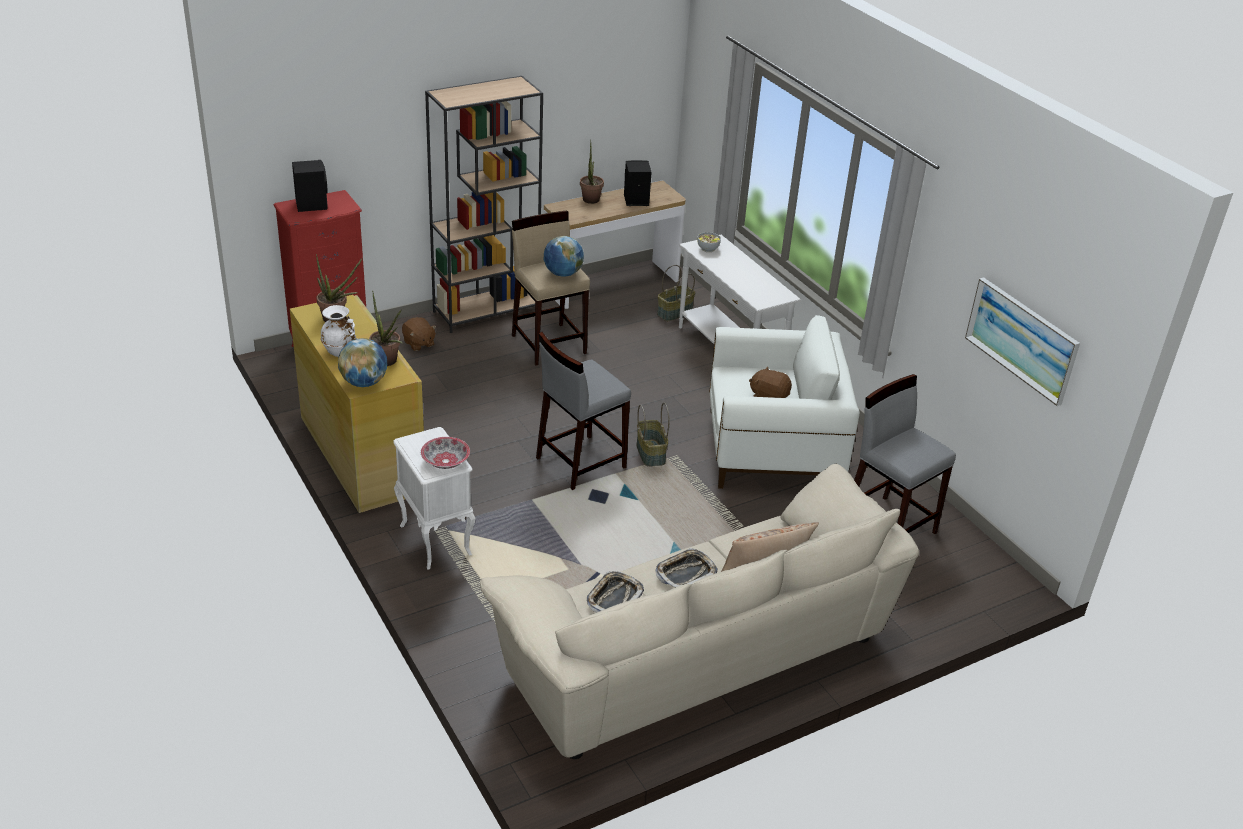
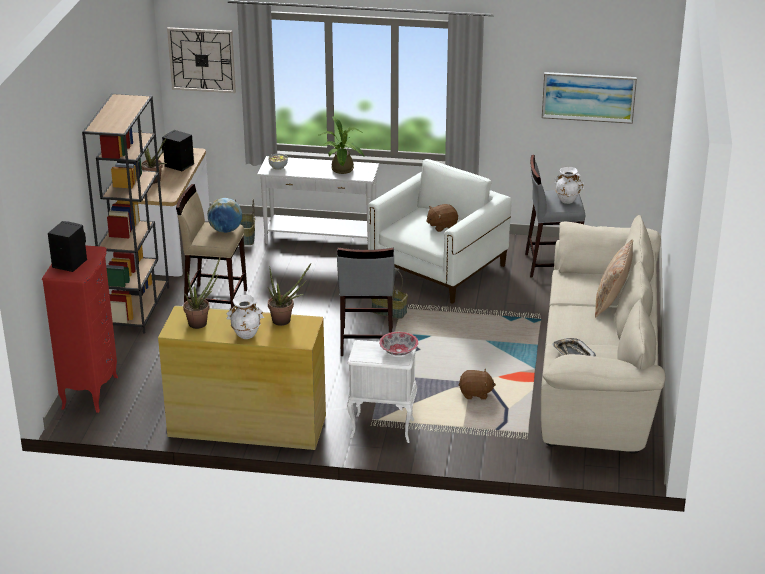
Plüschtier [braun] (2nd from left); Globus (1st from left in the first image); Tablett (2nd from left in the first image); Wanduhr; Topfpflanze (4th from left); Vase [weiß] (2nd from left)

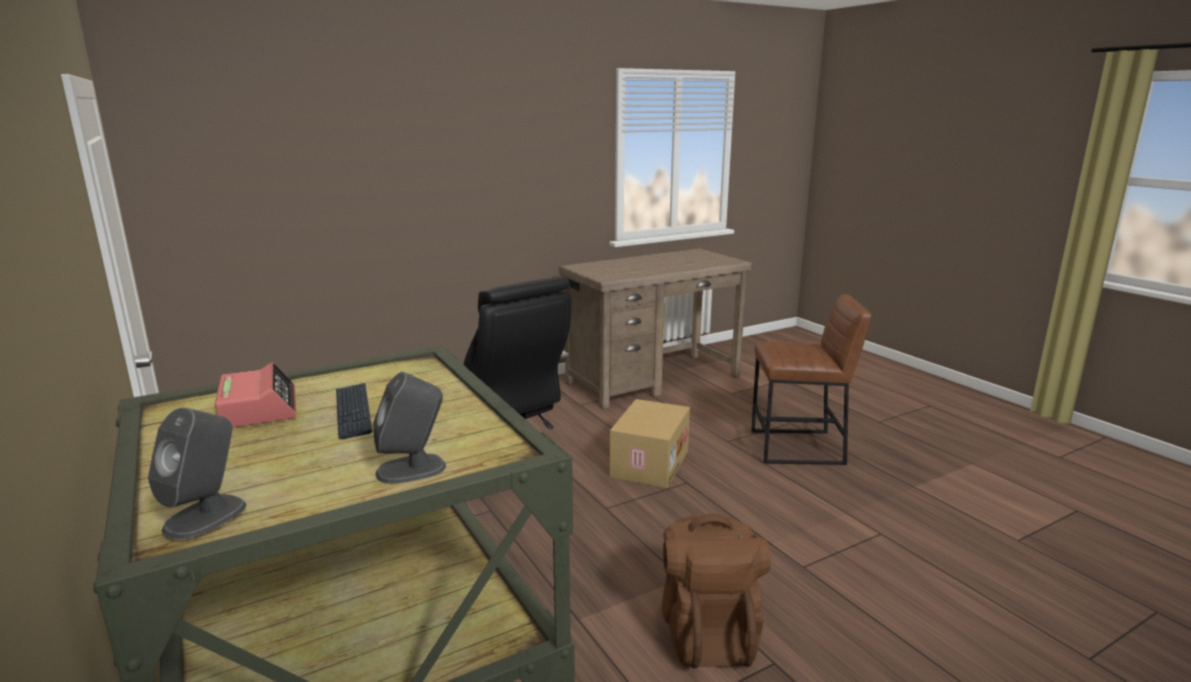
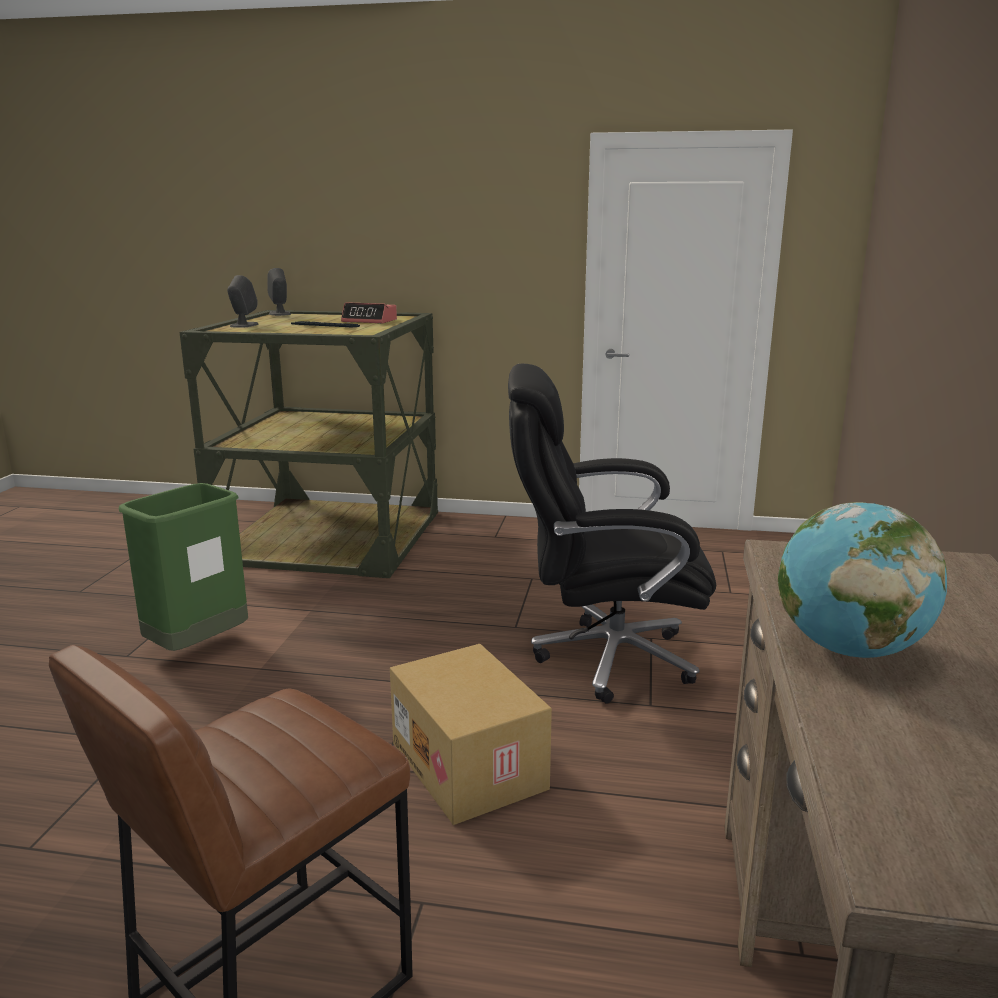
Mülleimer [grün]; Globus

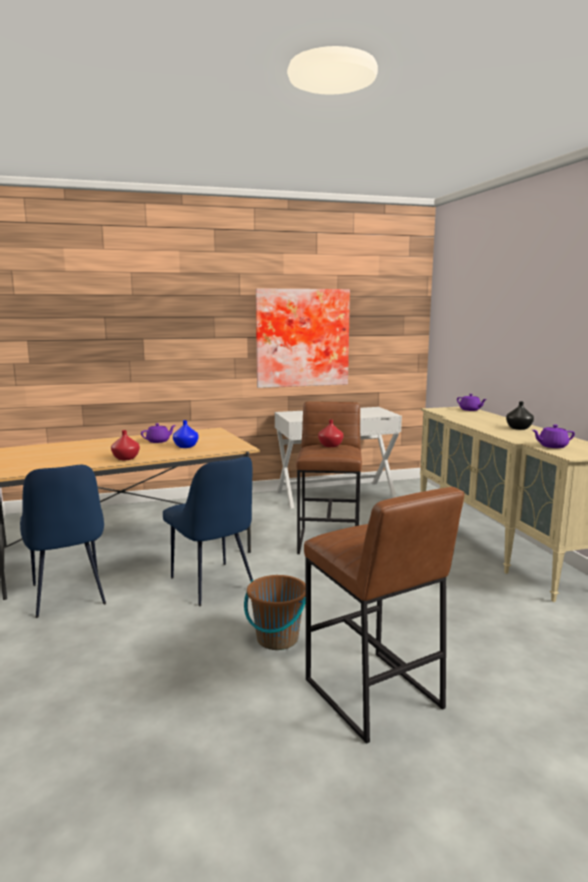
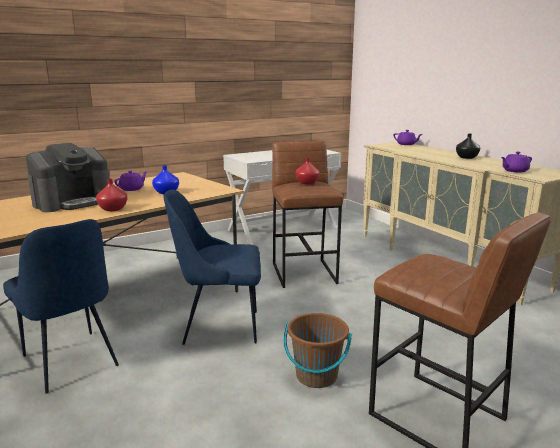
Bild; Stuhl [blau] (2nd from left); Kaffeemaschine

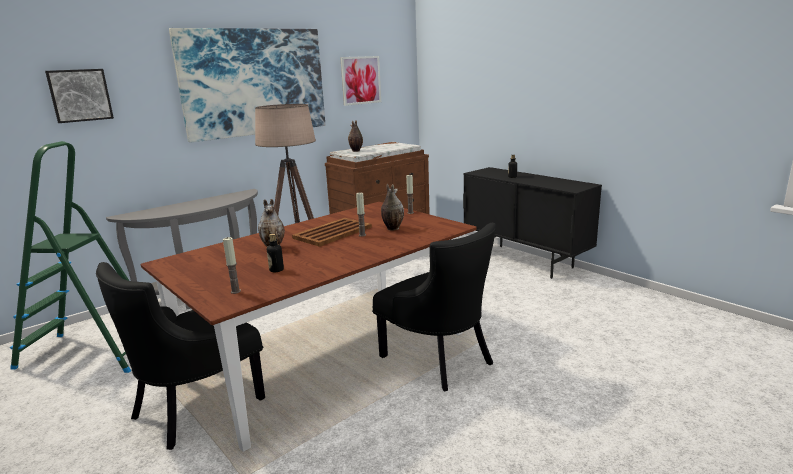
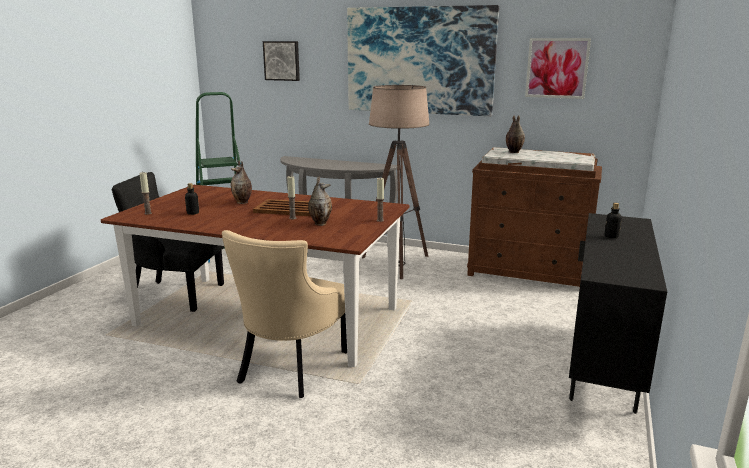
Stuhl [beige]

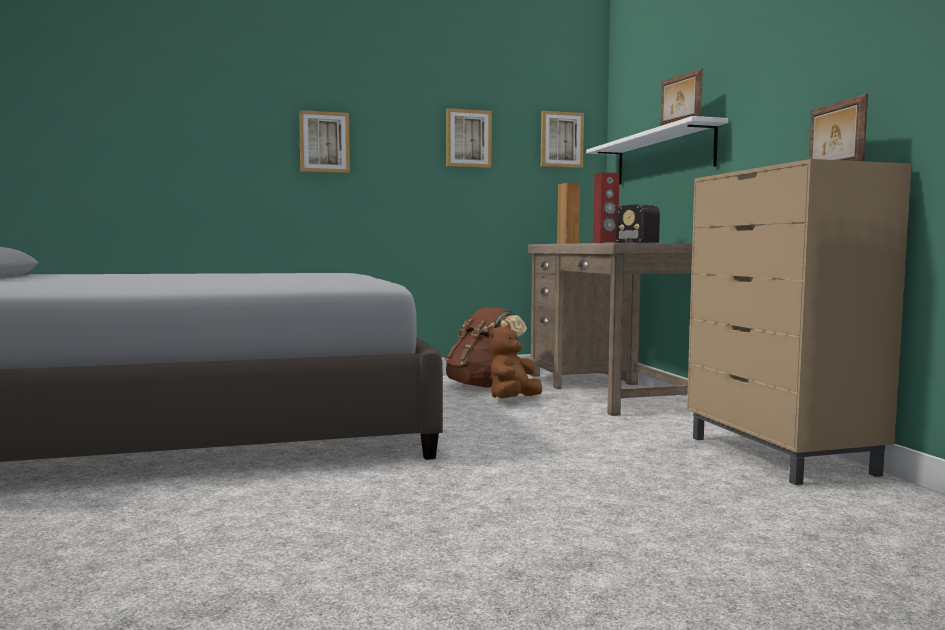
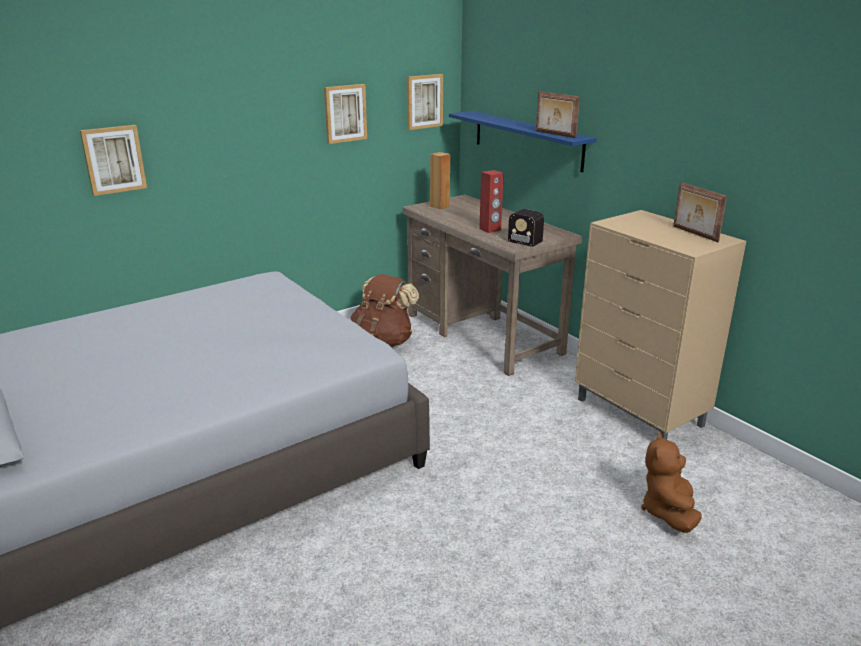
Bild (1st from left); Wandregal [blau]; Plüschtier [braun]

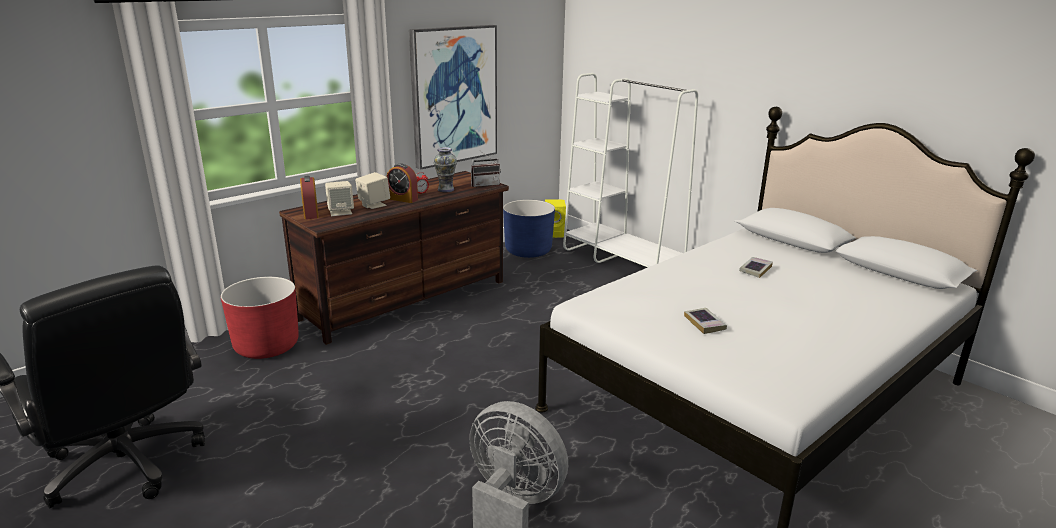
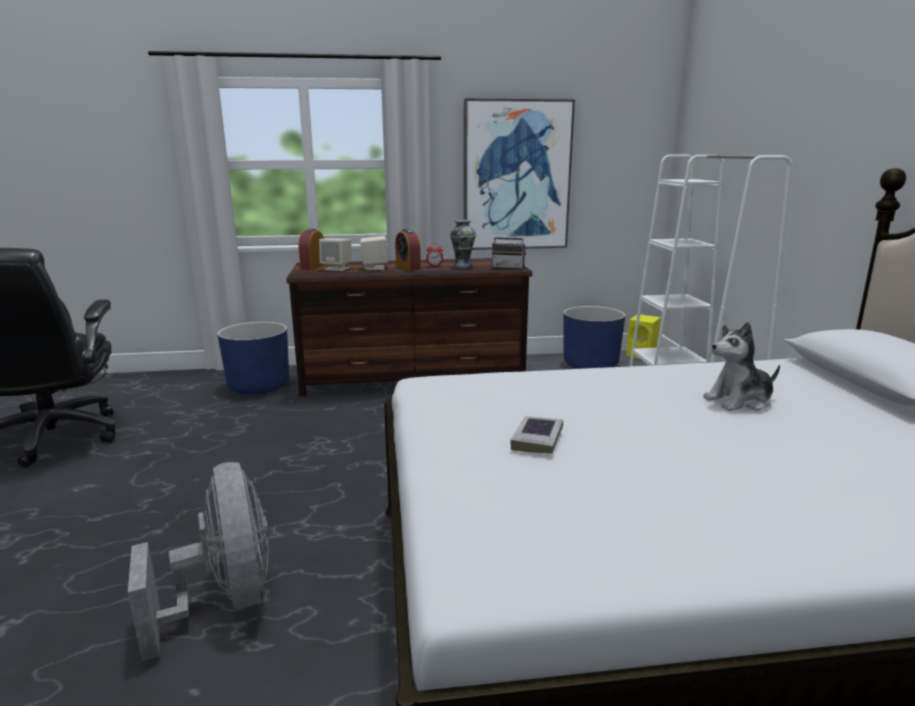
Plüschtier; Pflanzkübel [blau] (1st from left)

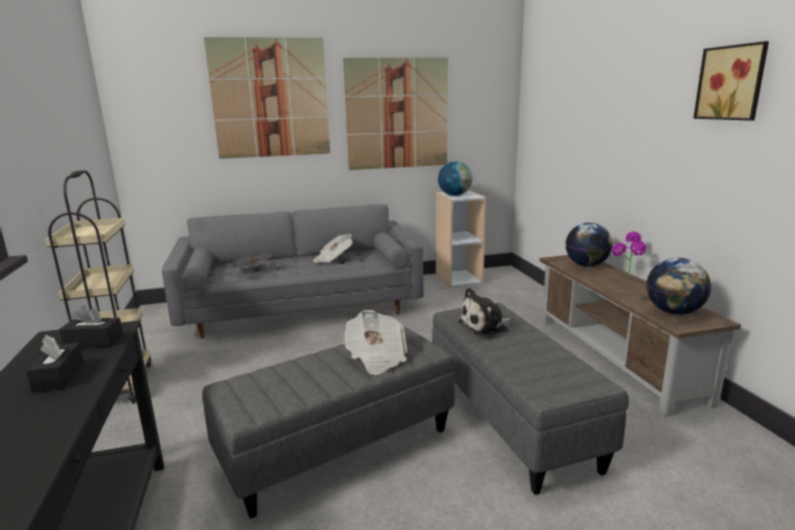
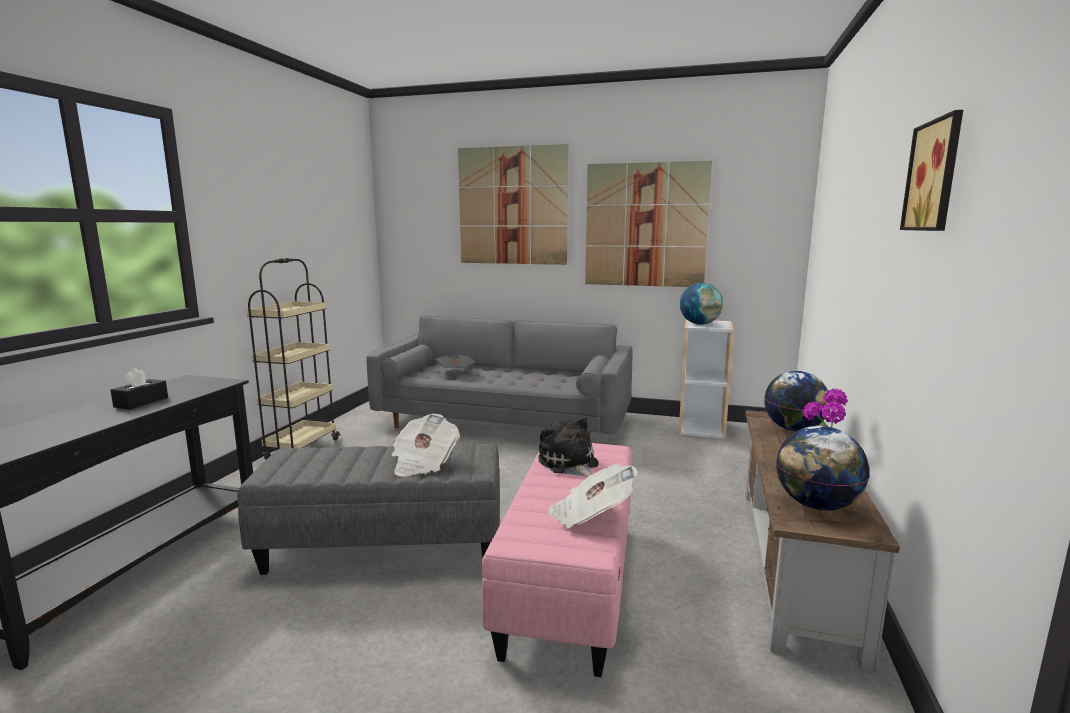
Zeitung (3rd from left); Plüschtier; Polsterhocker [rosa]; Taschentuchbox [schwarz] (2nd from left in the first image)

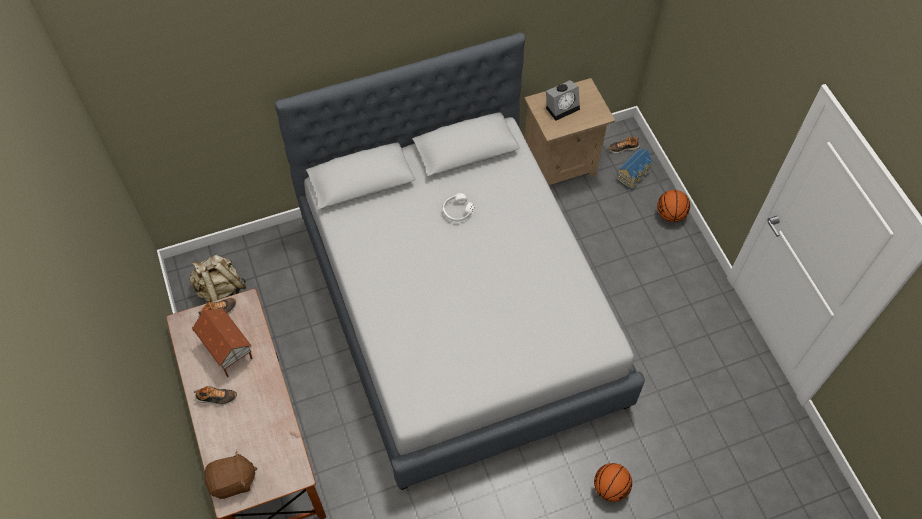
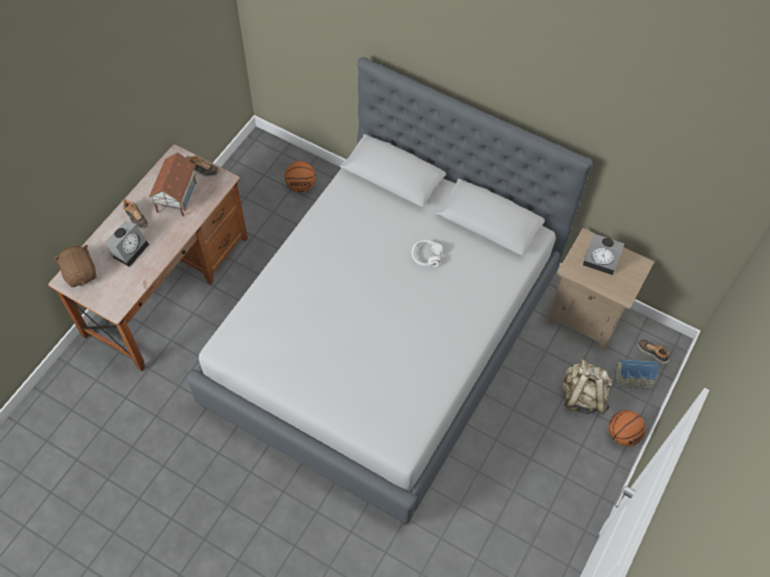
Rucksack [beige]; Plüschtier [braun]; Basketball (1st from left); Wecker (1st from left)

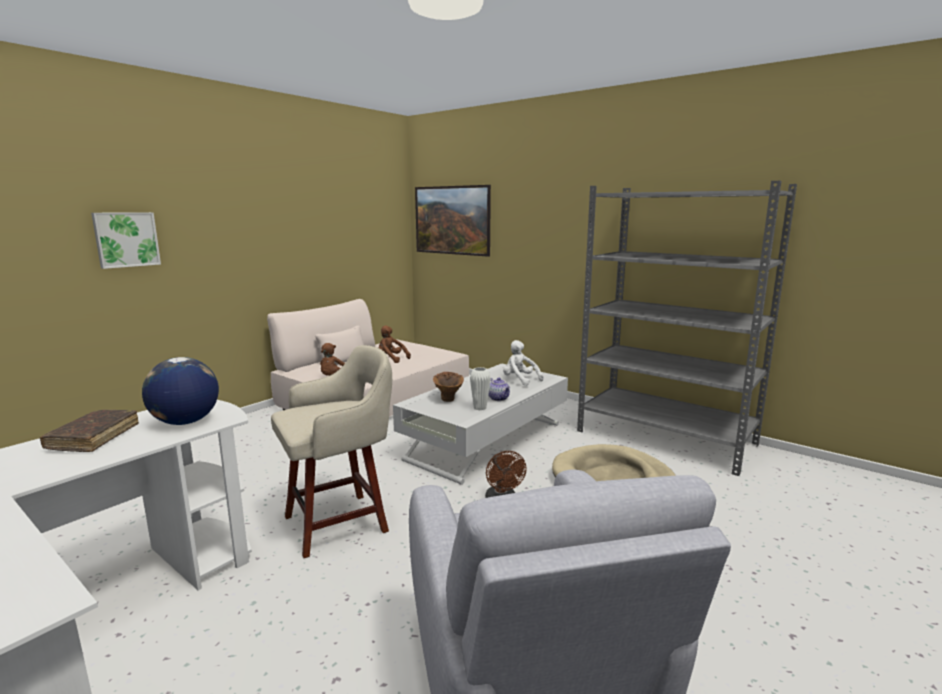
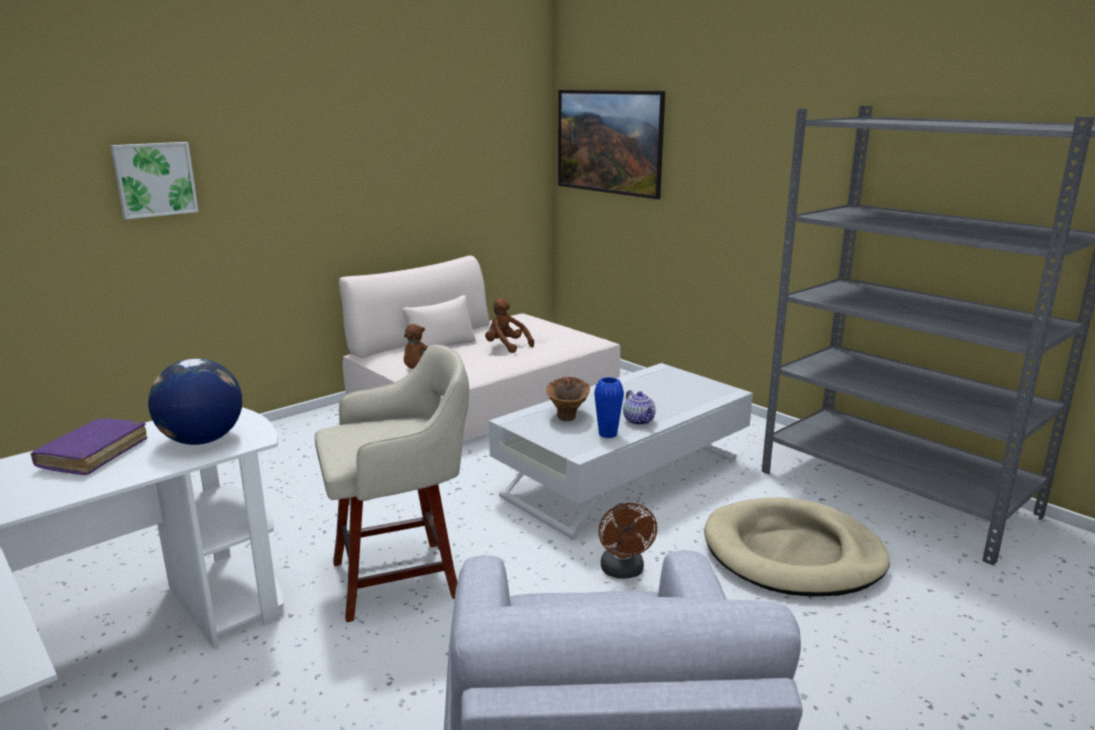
Plüschtier [weiß]; Vase [blau]; Buch [lila]

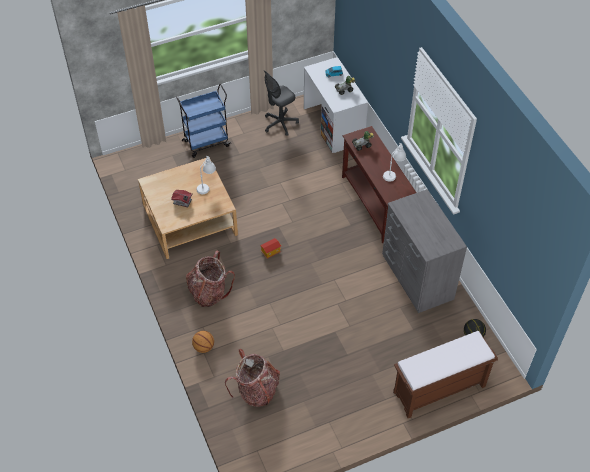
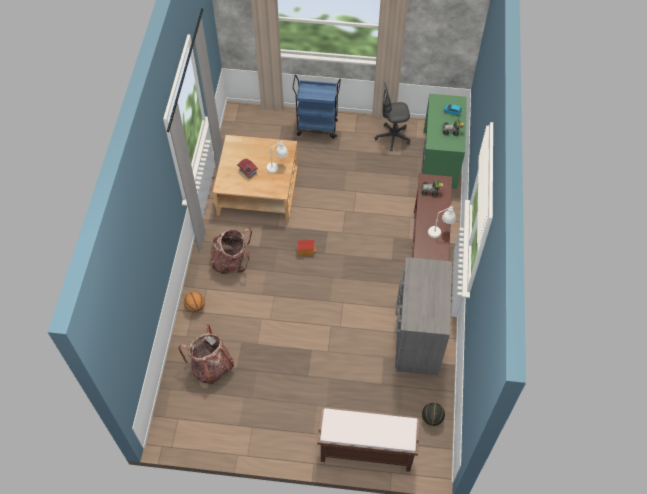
Schreibtisch [grün]

